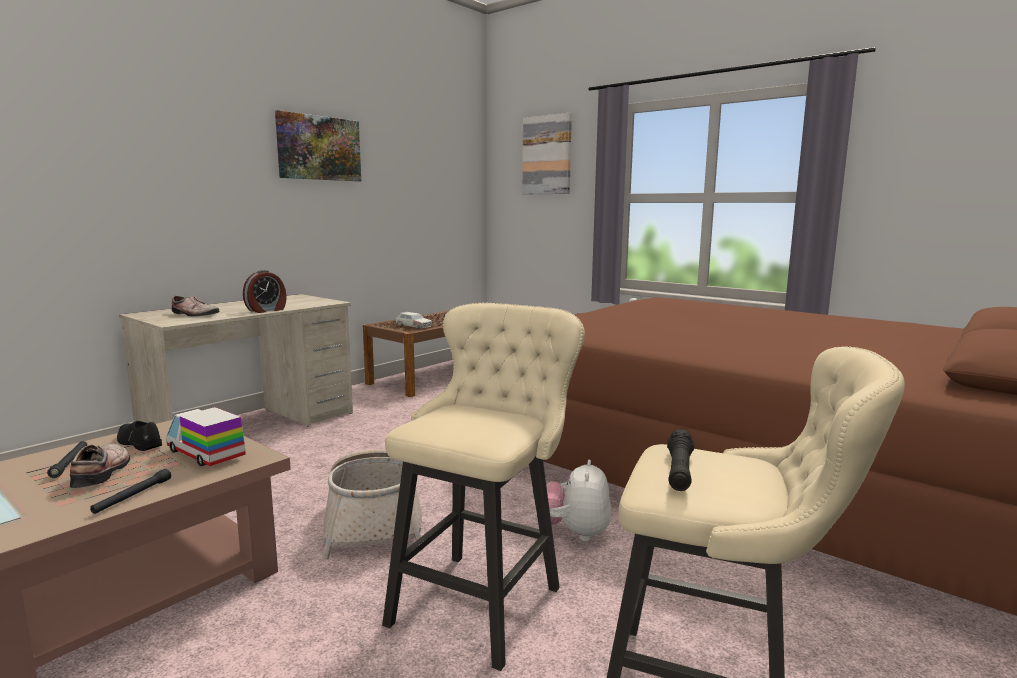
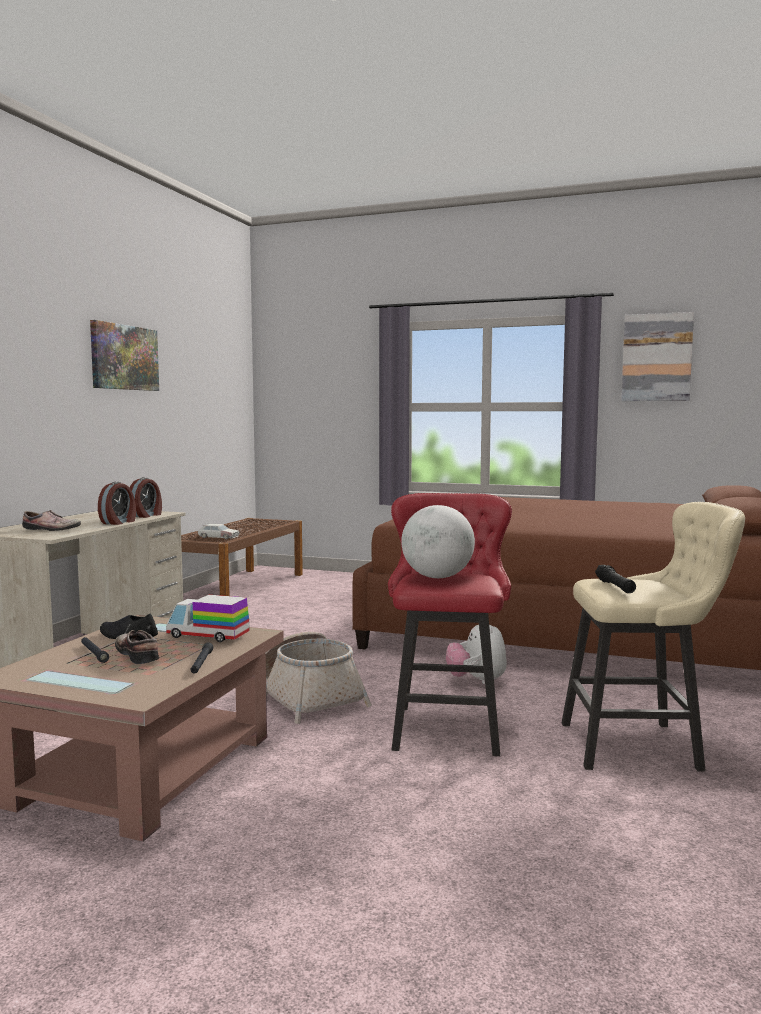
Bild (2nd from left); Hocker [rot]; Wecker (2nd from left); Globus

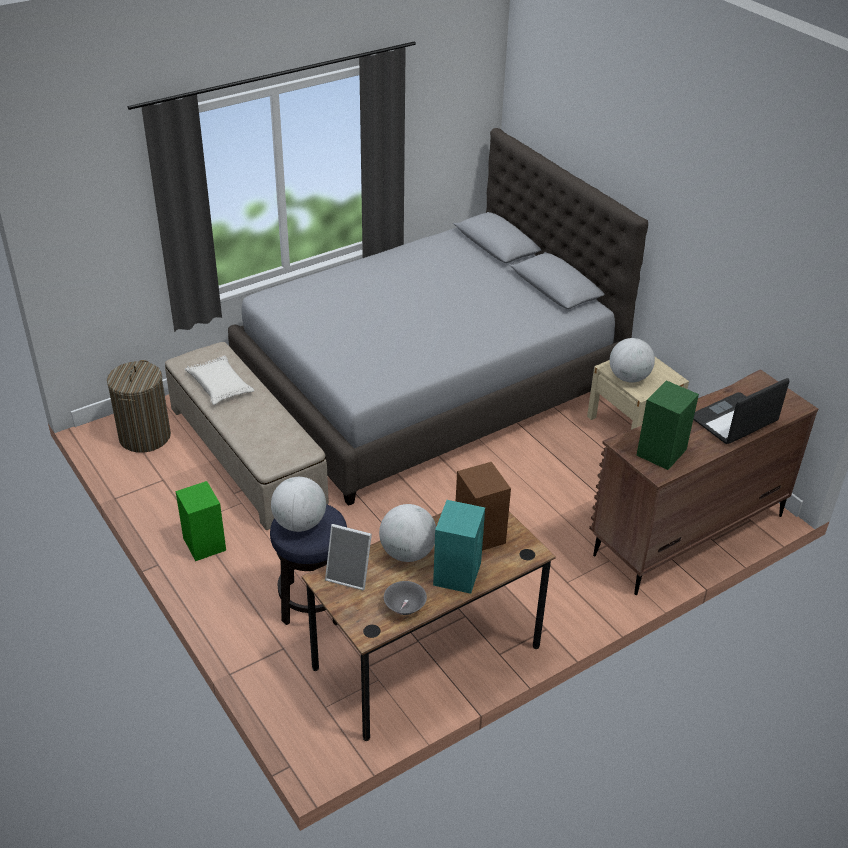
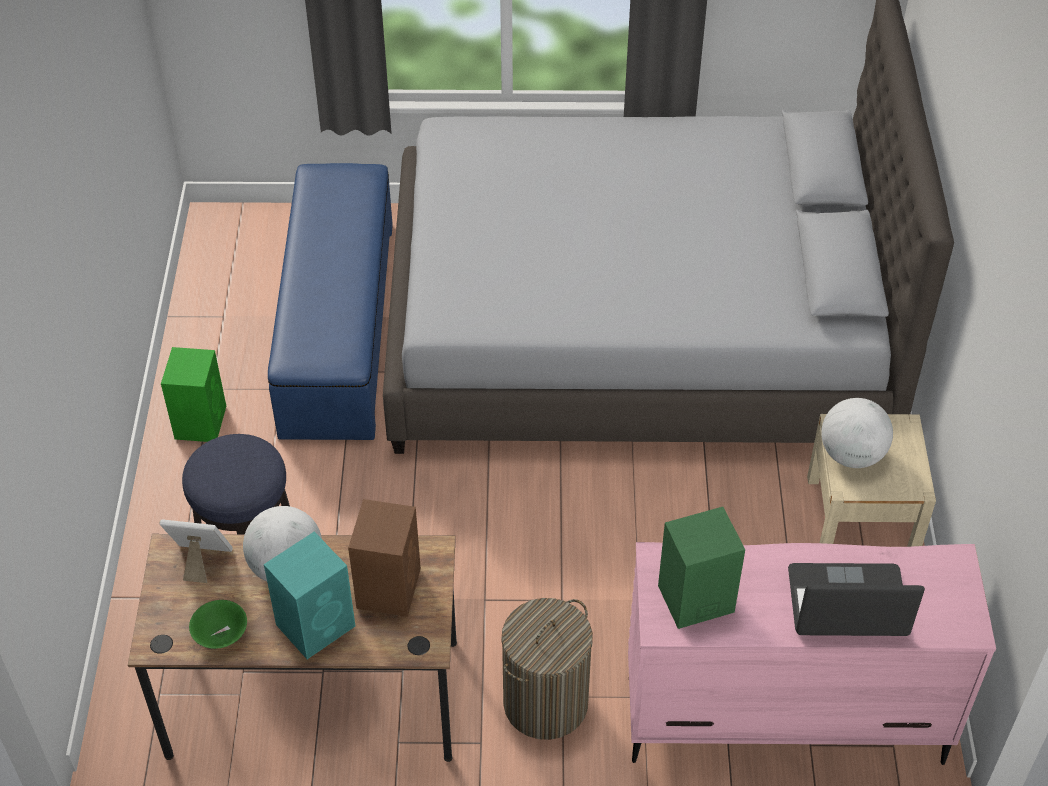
Bank [blau]; Kissen [weiß]; Wäschekorb; Kommode [rosa]; Globus (1st from left in the first image); Bilderrahmen; Schüssel [grün]

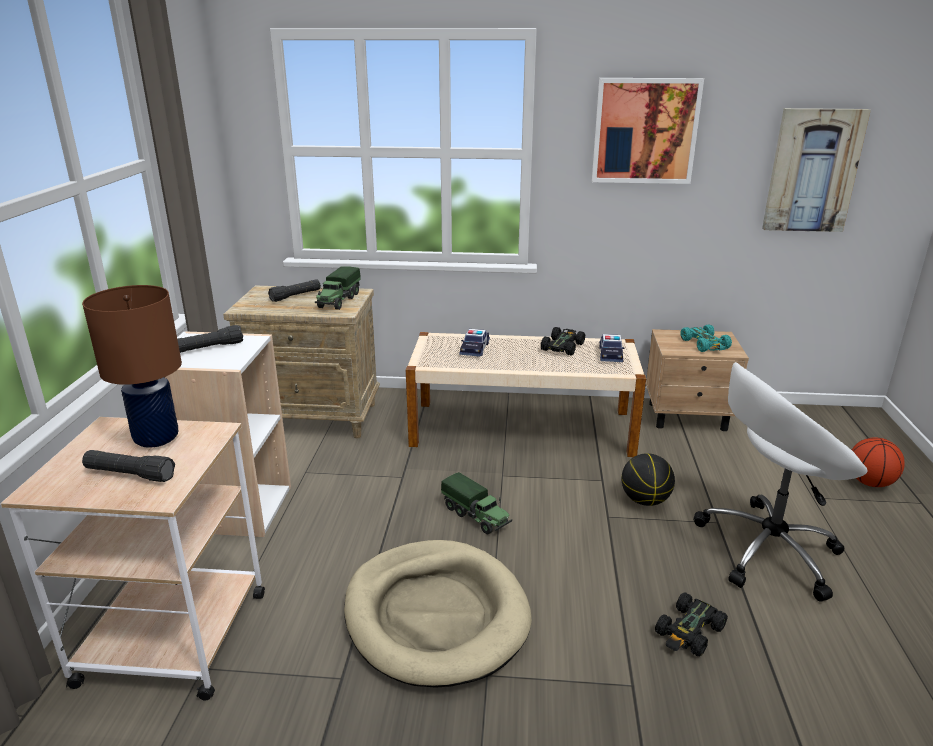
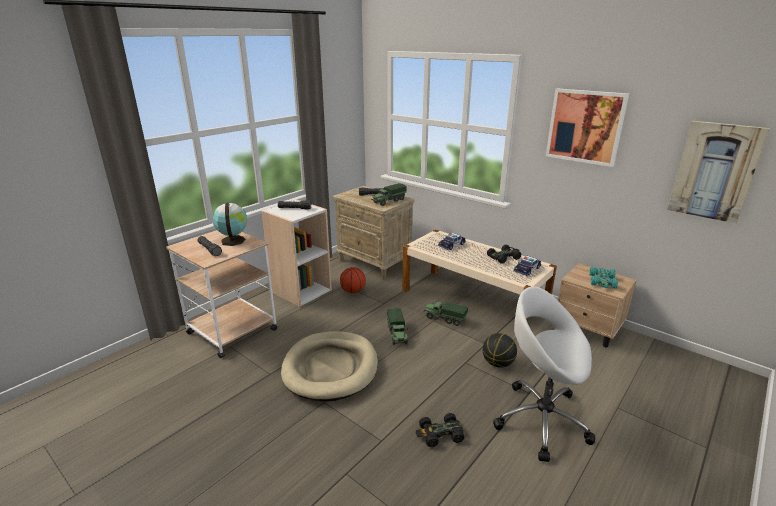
Globus; Basketball (1st from left); Spielzeuglaster (3rd from left)

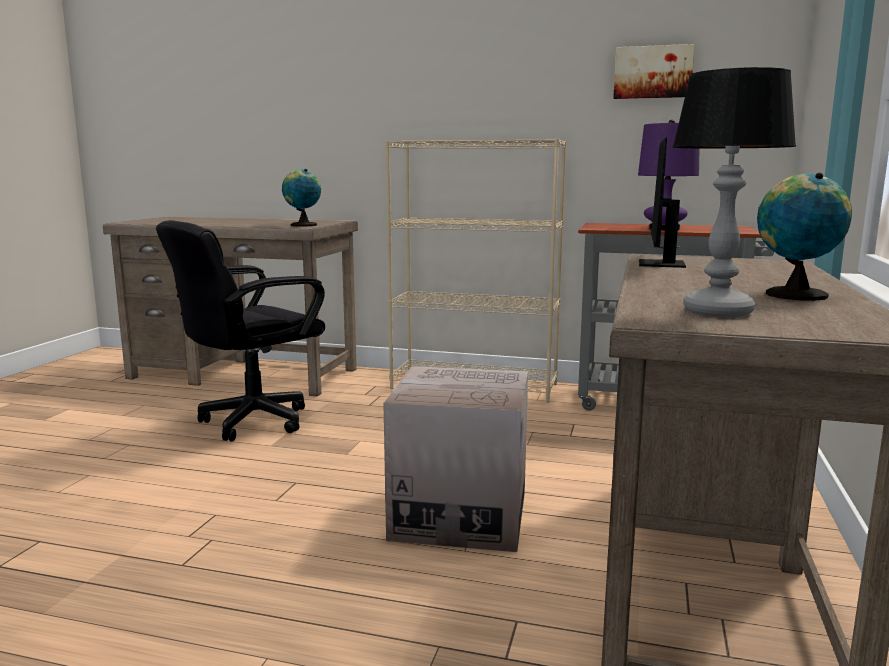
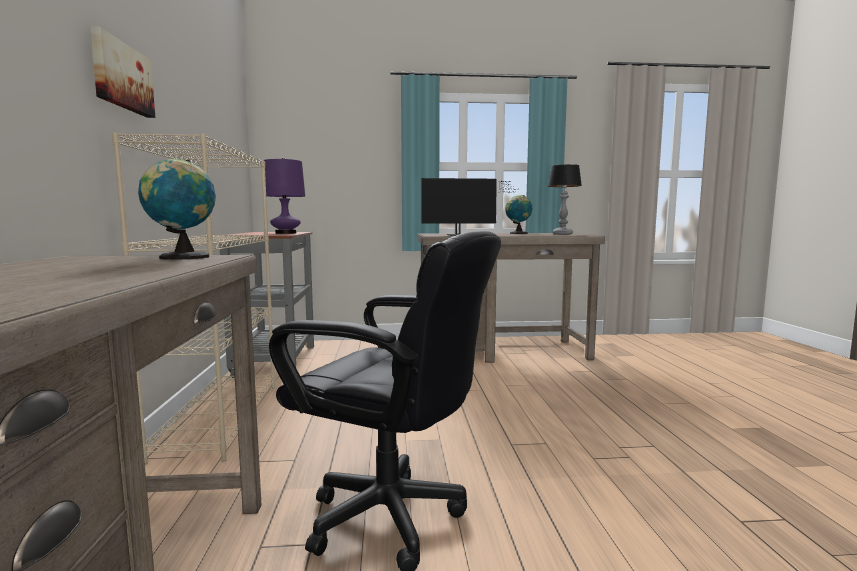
Bild; Karton

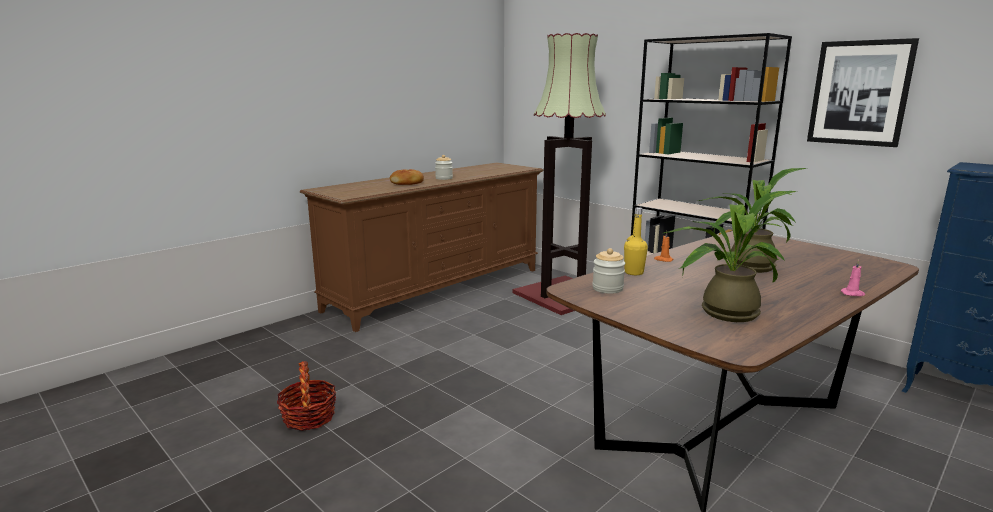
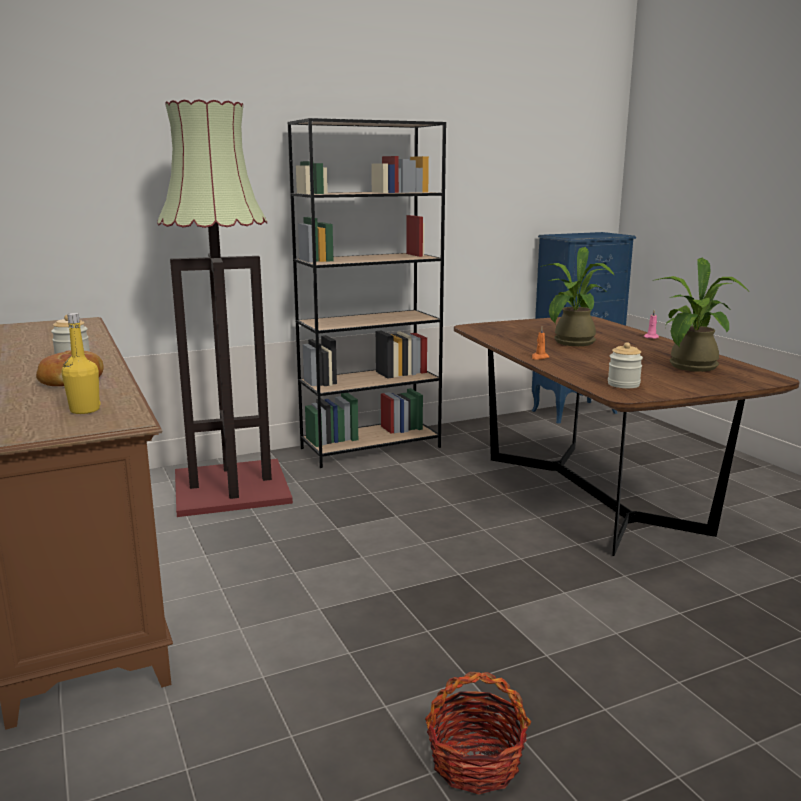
Bild; Flasche [gelb]

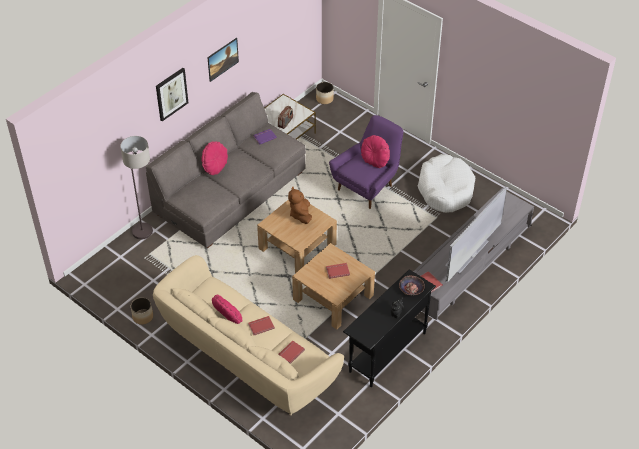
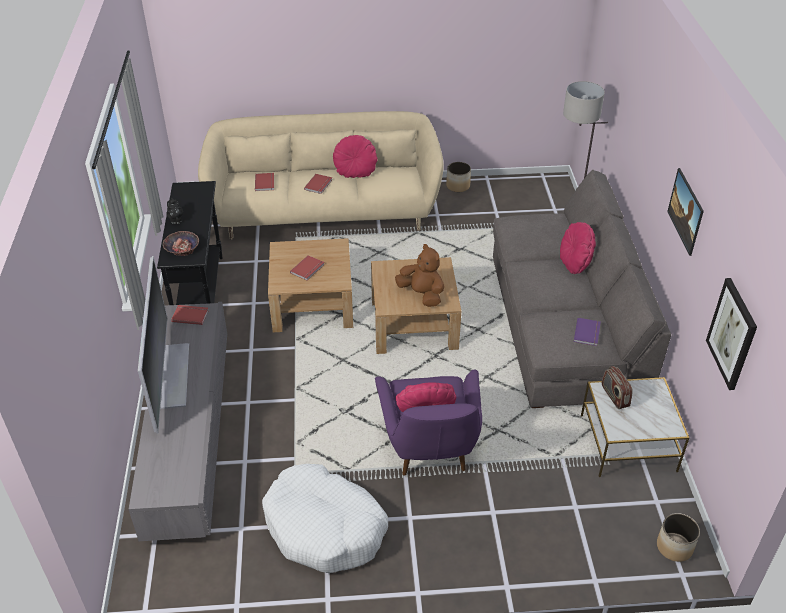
Bild (2nd from left)

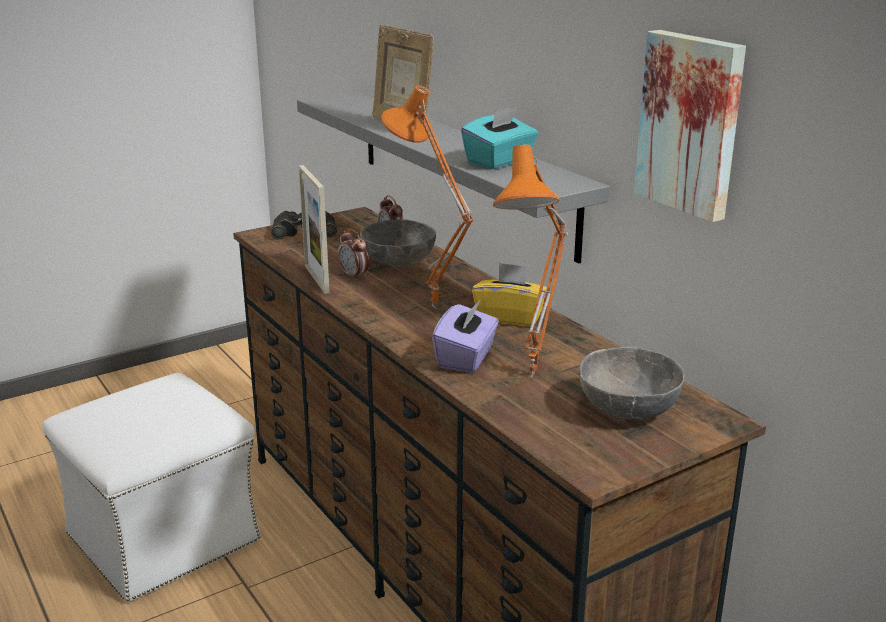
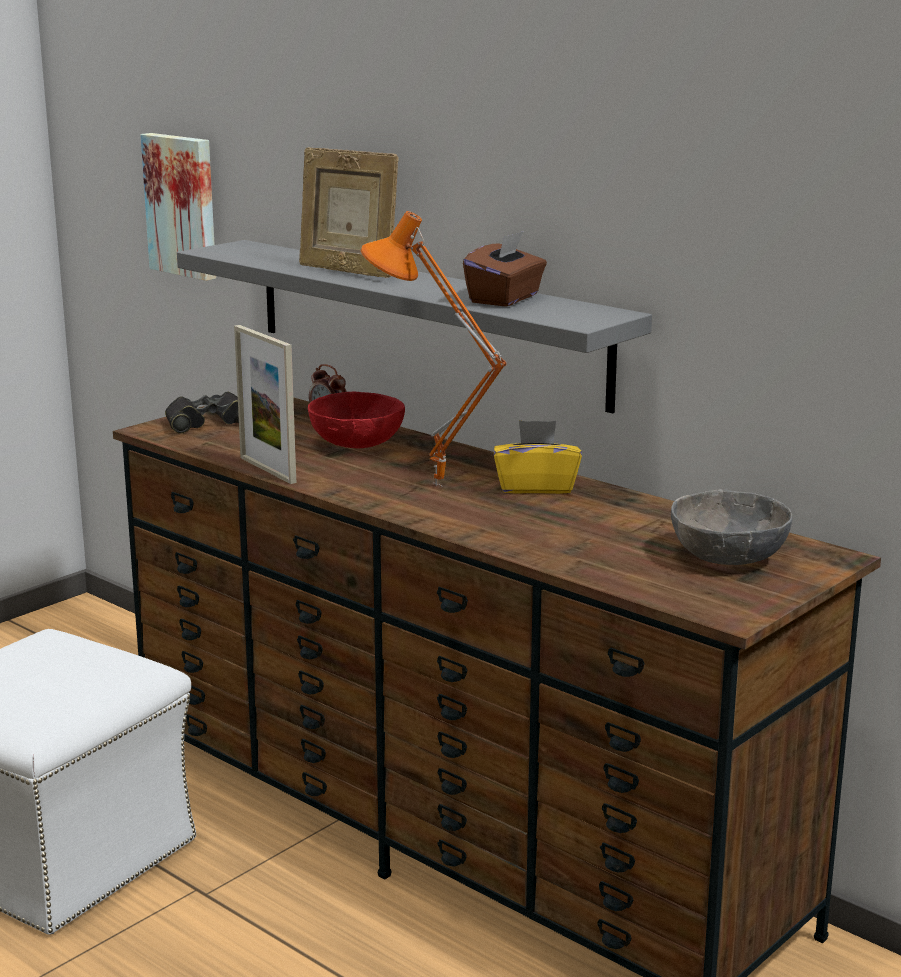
Bild; Taschentuchbox [braun]; Tischlampe [orange] (2nd from left in the first image); Schüssel [rot]; Wecker (1st from left in the first image); Taschentuchbox [lila]

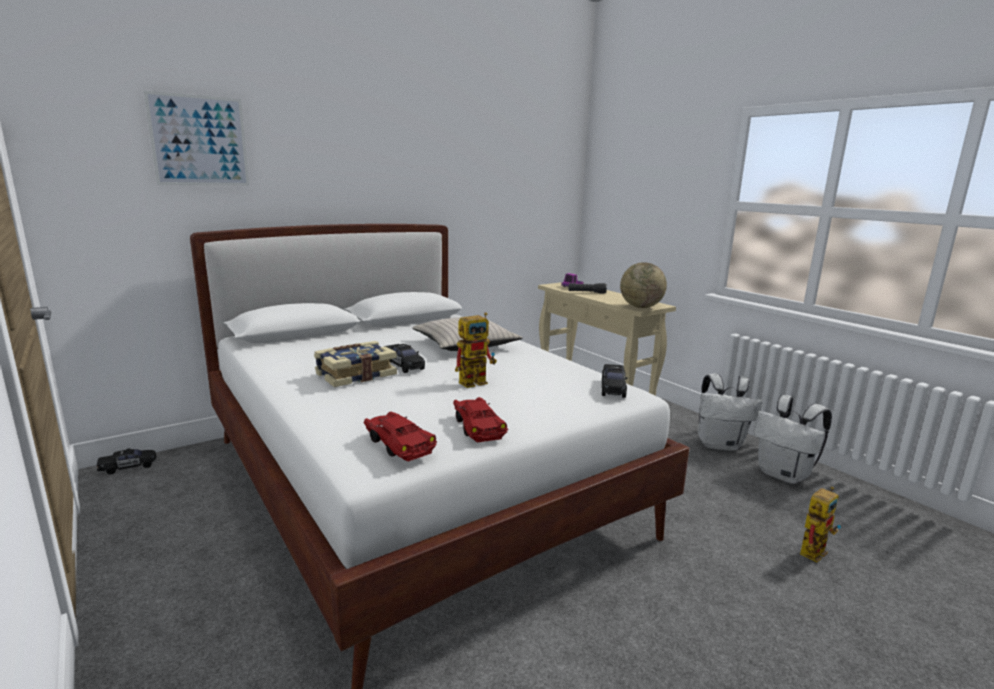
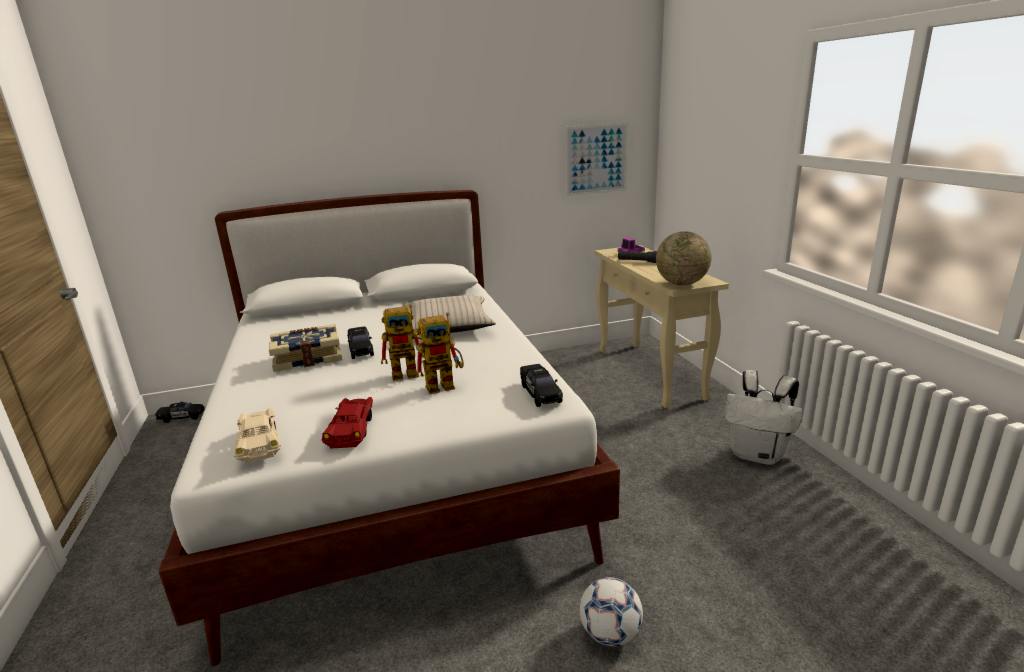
Bild; Spielzeugauto [schwarz] (3rd from left); Rucksack [weiß] (2nd from left in the first image); Spielzeugauto [beige]; Spielzeugroboter (2nd from left); Fußball

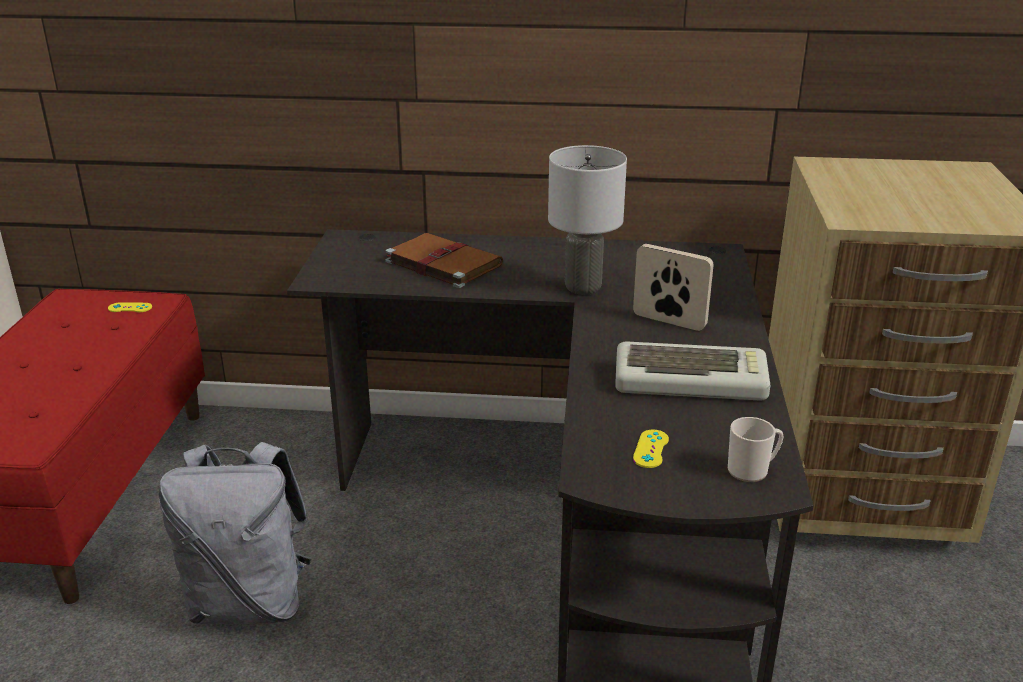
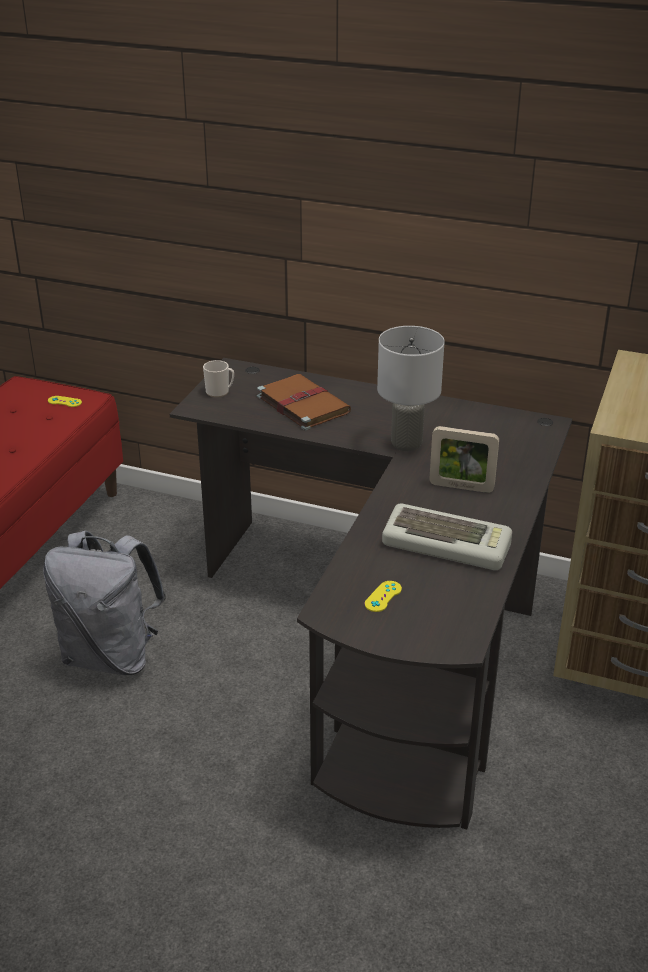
Bilderrahmen; Henkelbecher

